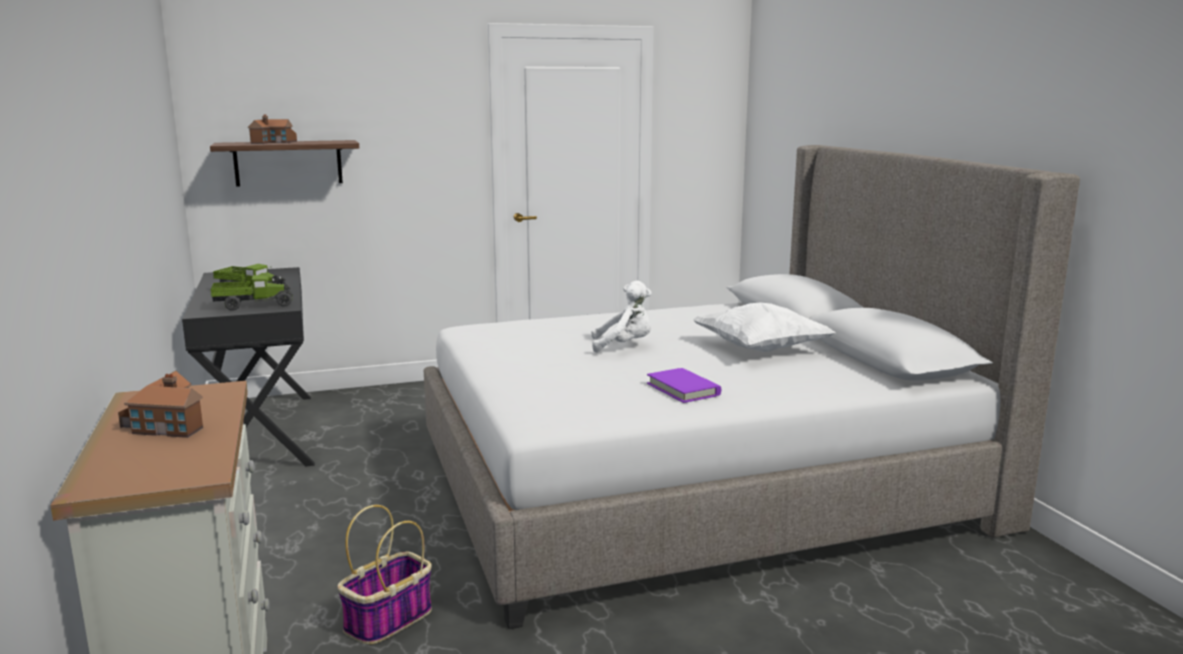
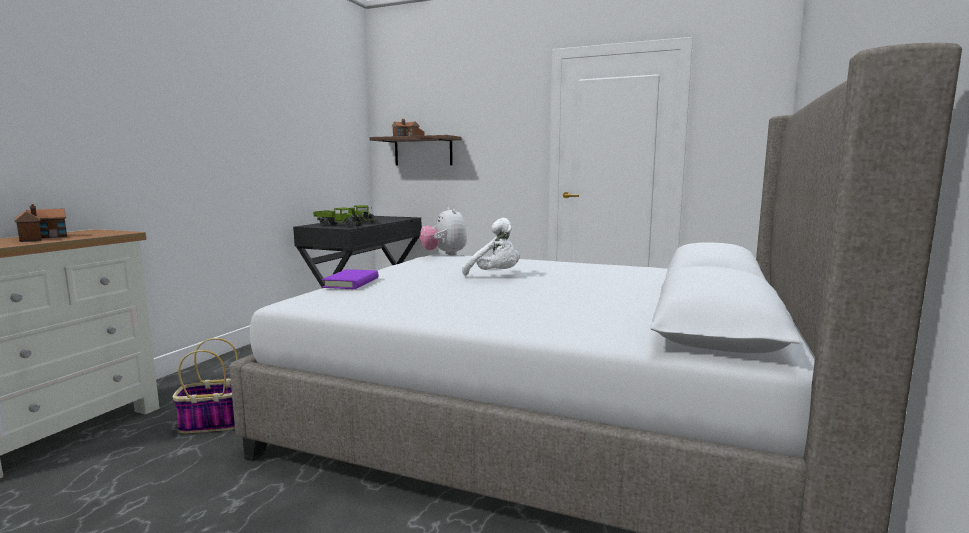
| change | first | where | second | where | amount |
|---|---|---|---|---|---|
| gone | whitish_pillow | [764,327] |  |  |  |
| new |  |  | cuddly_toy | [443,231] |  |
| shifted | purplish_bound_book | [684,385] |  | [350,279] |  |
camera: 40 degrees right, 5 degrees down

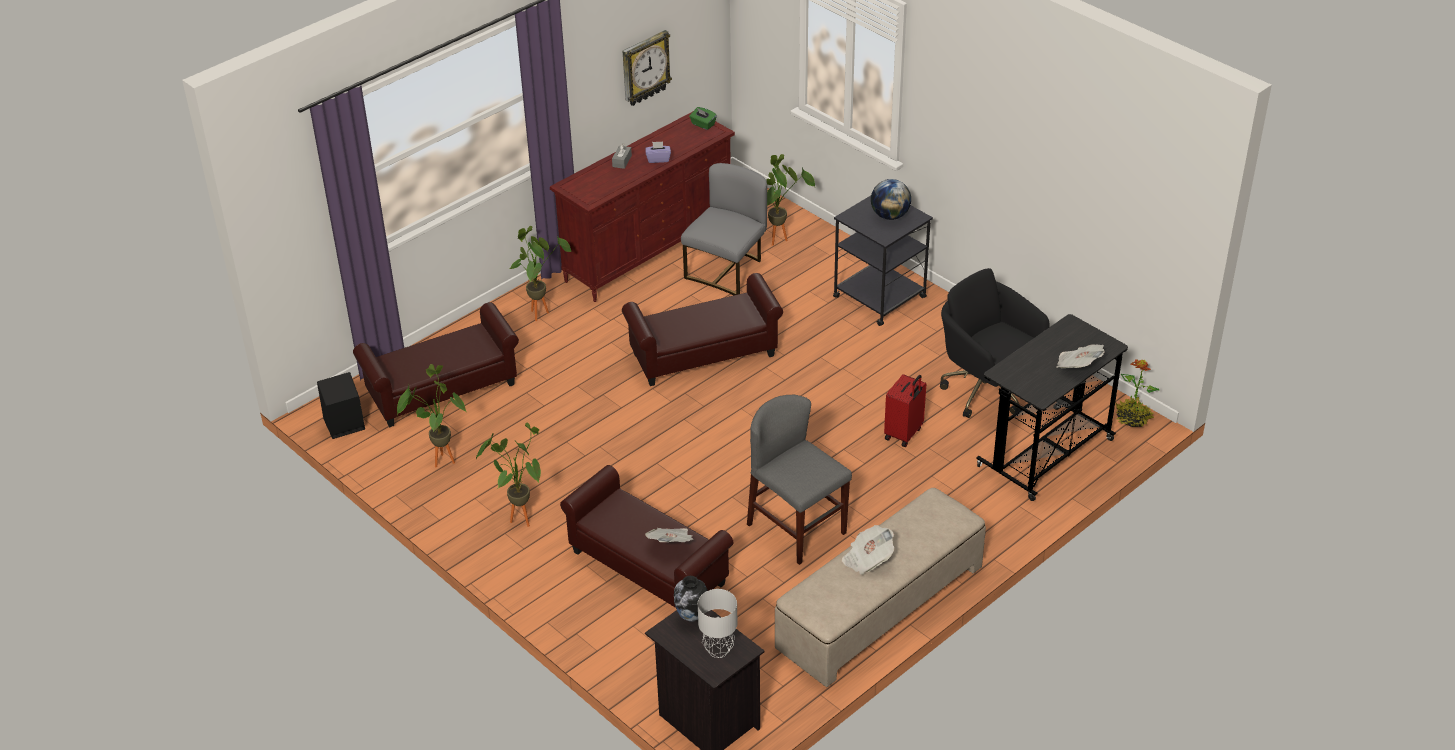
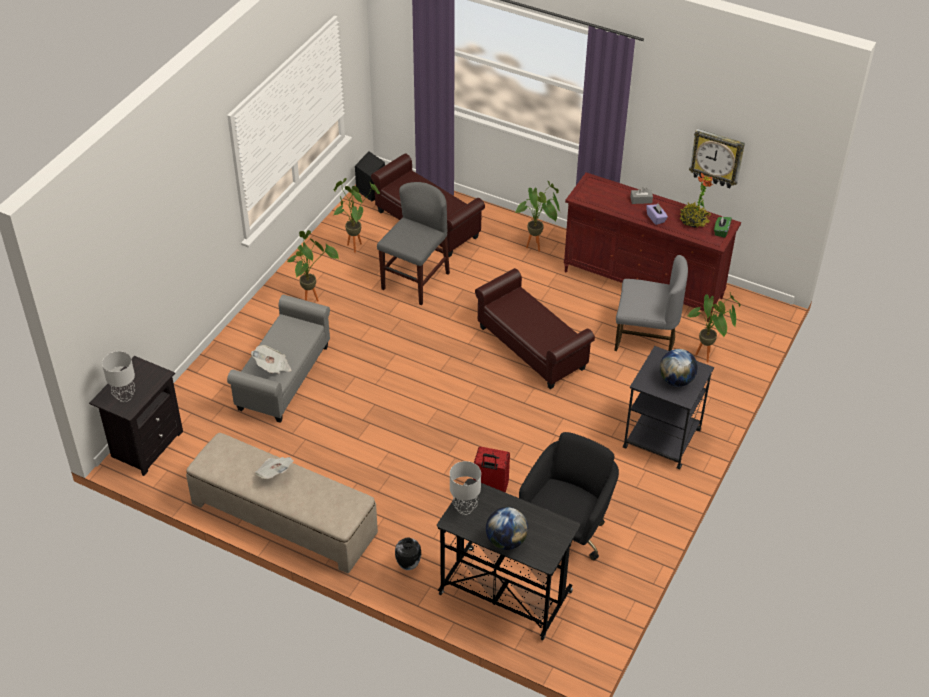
| change | first | where | second | where | amount |
|---|---|---|---|---|---|
| new |  |  | greyish_table_lamp | [465,488] |  |
| shifted | decorative_vase | [691,599] |  | [408,553] |  |
| shifted | greyish_upright_chair | [799,480] |  | [413,243] |  |
| shifted | potted_plant | [1137,393] |  | [696,200] |  |
| swapped | printed_paper | [1080,356] | desk_globe | [507,528] |  |
| repainted | brown_footrest | [646,536] | greyish_footrest | [278,359] |  |
camera: 70 degrees right, 5 degrees up

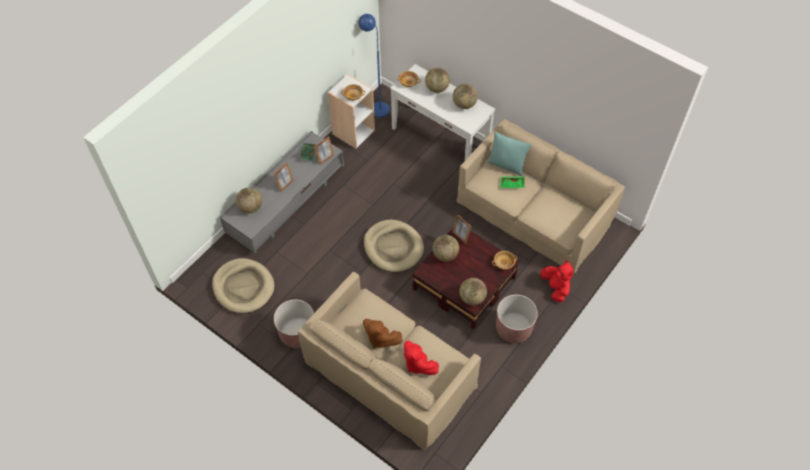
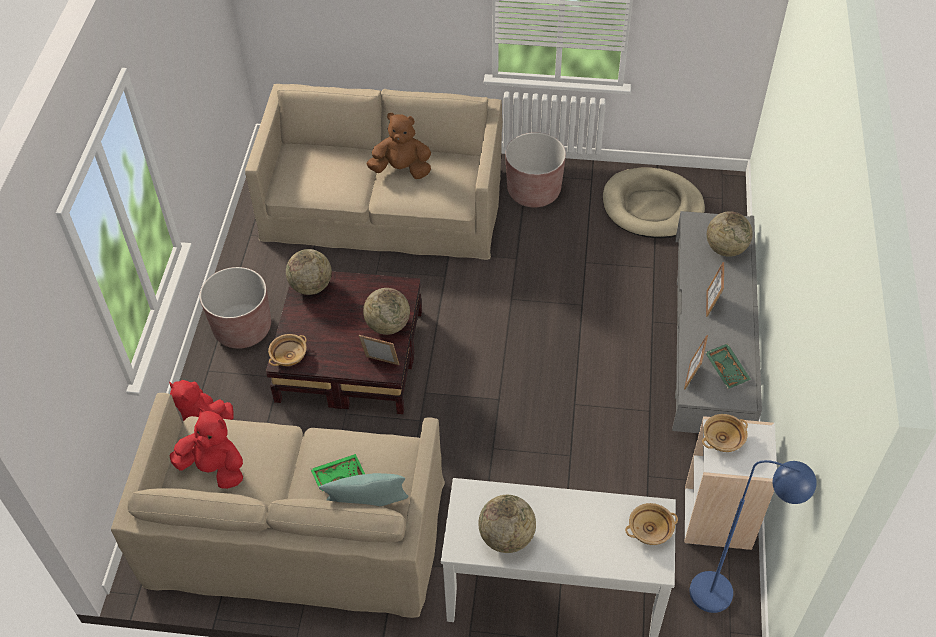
| change | first | where | second | where | amount |
|---|---|---|---|---|---|
| gone | beige_dog_bed | [394,246] |  |  |  |
| gone | desk_globe | [437,80] |  |  |  |
| shifted | red_cuddly_toy | [421,358] |  | [206,448] |  |
camera: 150 degrees right, 5 degrees down

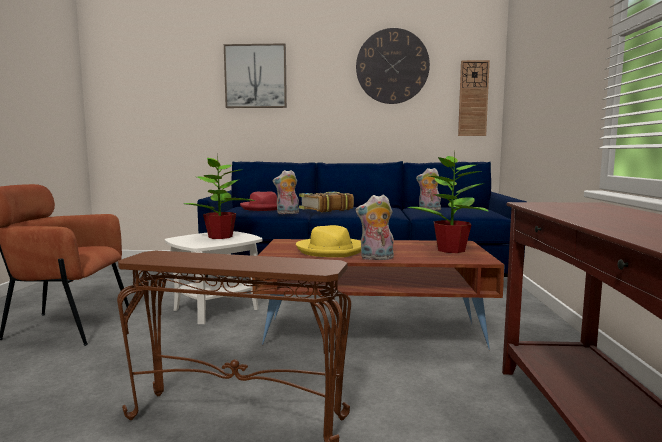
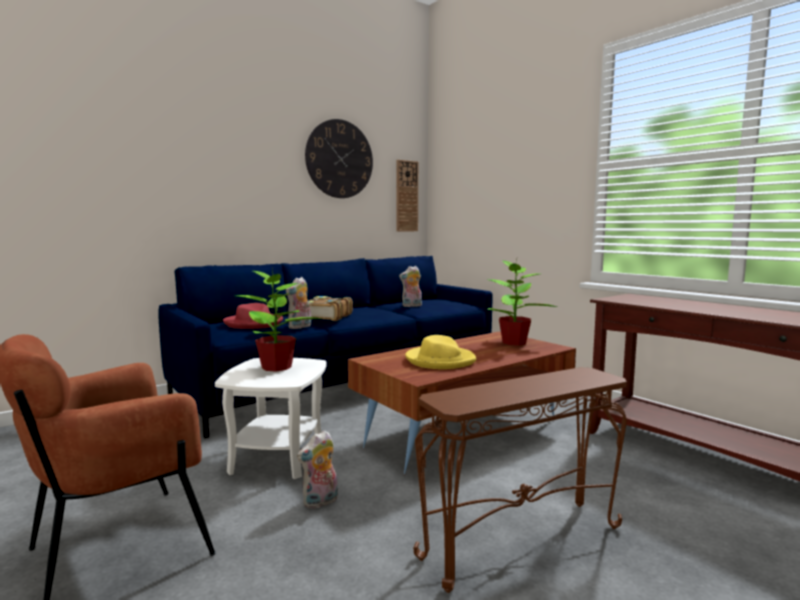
| change | first | where | second | where | amount |
|---|---|---|---|---|---|
| gone | picture | [255,75] |  |  |  |
| shifted | cuddly_toy | [375,227] |  | [317,469] |  |
camera: 40 degrees left, 0 degrees up

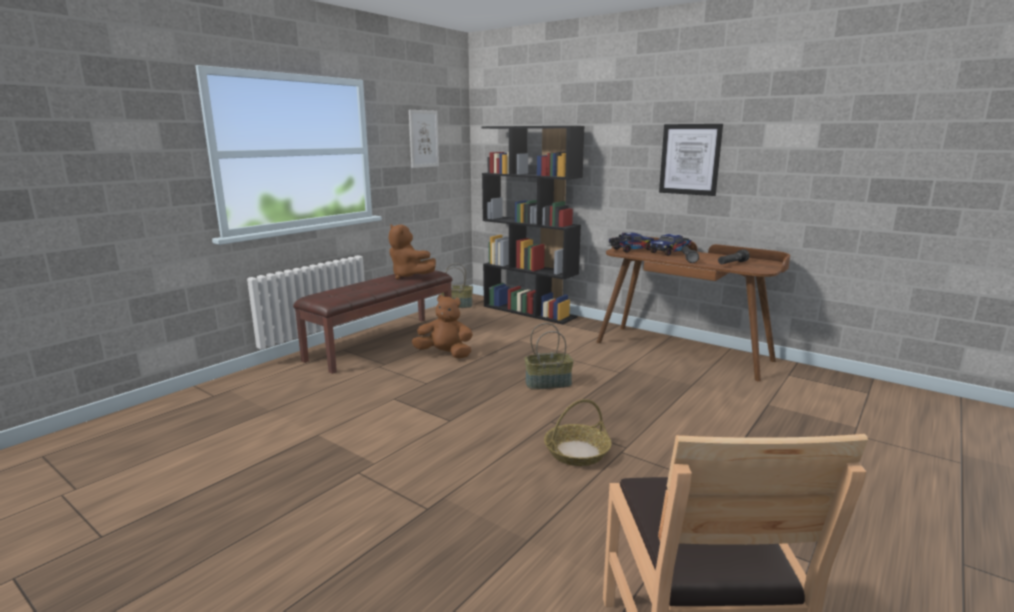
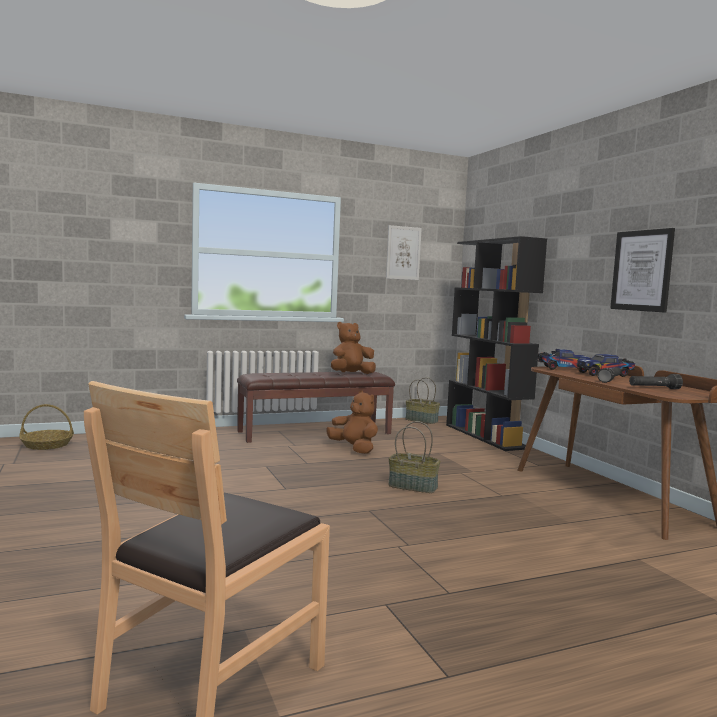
| change | first | where | second | where | amount |
|---|---|---|---|---|---|
| shifted | storage_basket | [578,432] |  | [46,427] |  |
| rotated | brown_cuddly_toy | [412,251] |  | [353,348] | 75 degrees clockwise |
camera: 30 degrees right, 10 degrees down

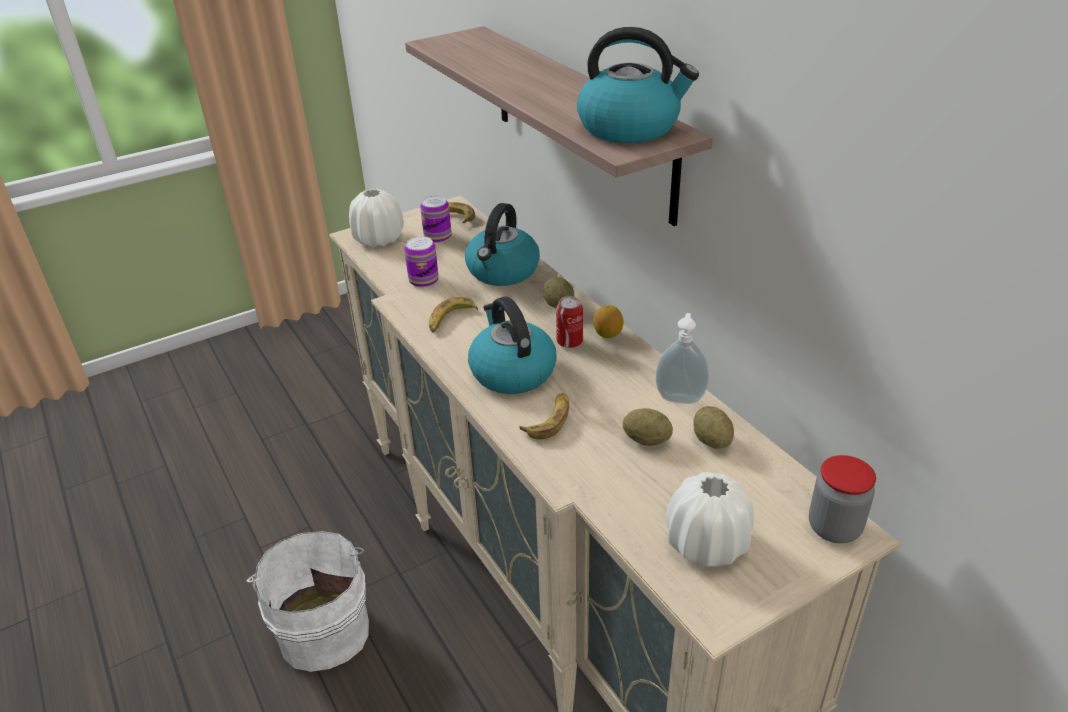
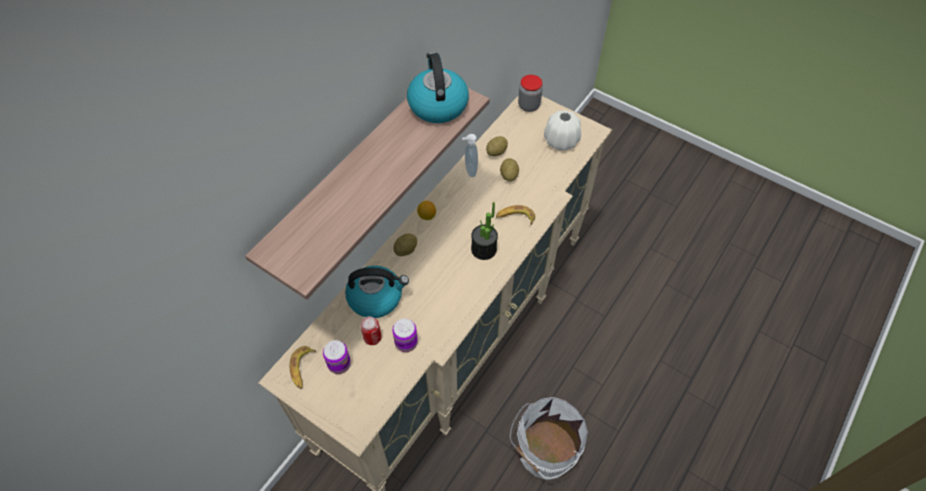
| change | first | where | second | where | amount |
|---|---|---|---|---|---|
| gone | whitish_decorative_vase | [376,218] |  |  |  |
| gone | banana | [453,315] |  |  |  |
| shifted | metal_can | [569,322] |  | [371,330] |  |
| swapped | kettle | [512,345] | potted_plant | [484,231] |  |
camera: 115 degrees left, 20 degrees up

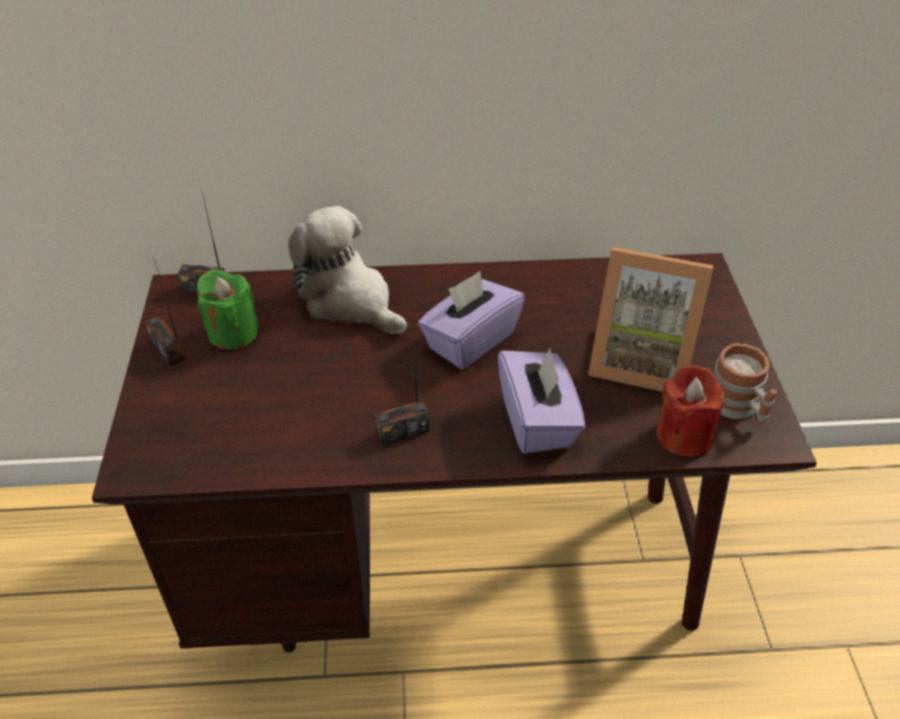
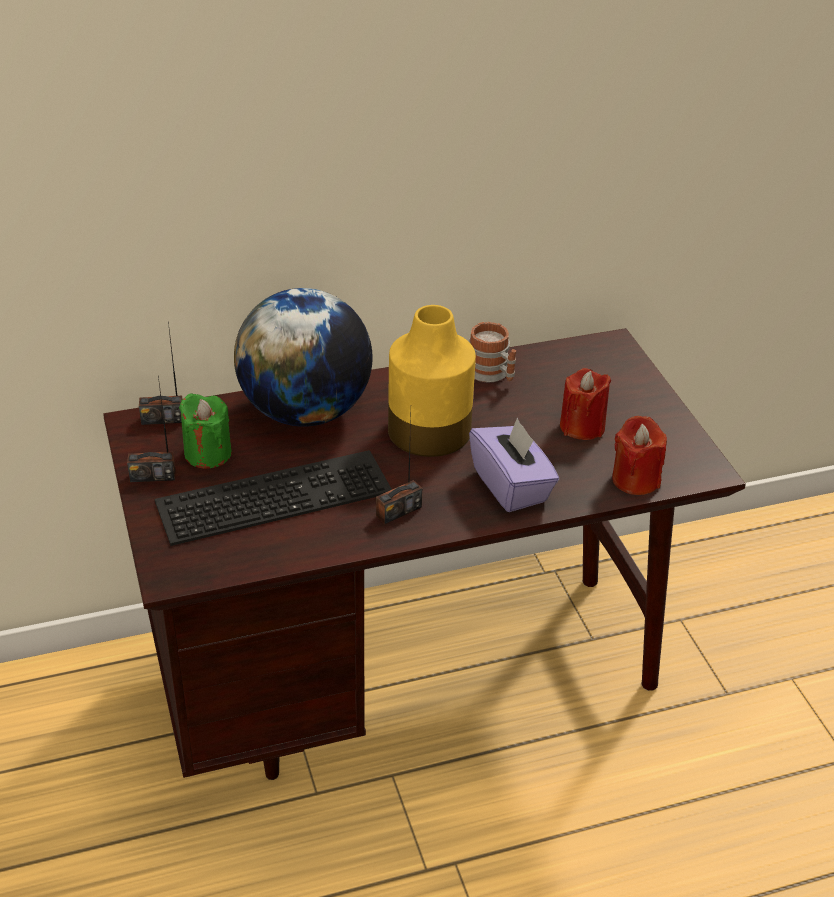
| change | first | where | second | where | amount |
|---|---|---|---|---|---|
| new |  |  | computer_keyboard | [273,498] |  |
| shifted | mug | [745,383] |  | [492,352] |  |
| swapped | cuddly_toy | [347,270] | desk_globe | [303,357] |  |
| swapped | purplish_tissue_box | [471,320] | yellow-coloured_decorative_vase | [432,381] |  |
| swapped | photo_frame | [650,319] | red_candle | [585,404] |  |
| rotated | radio_set | [165,313] |  | [151,429] | 45 degrees counterclockwise |
camera: 15 degrees left, 5 degrees down

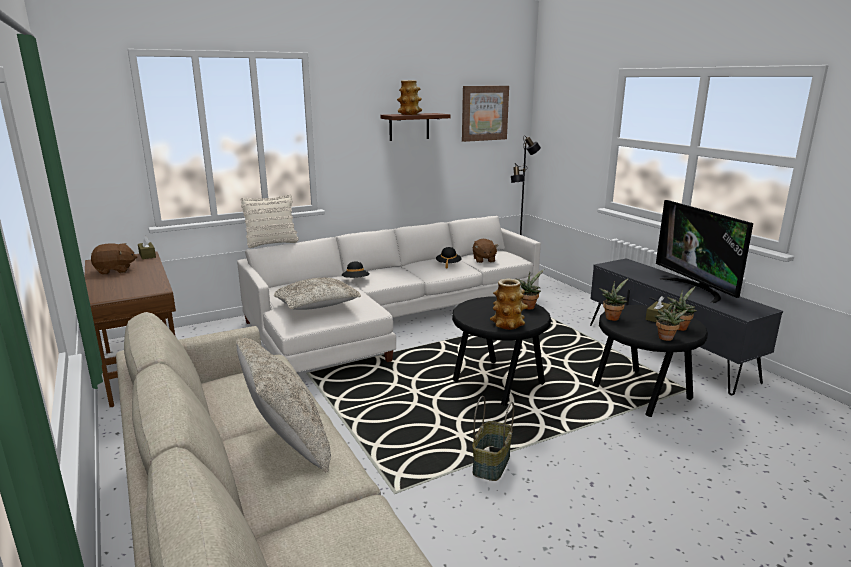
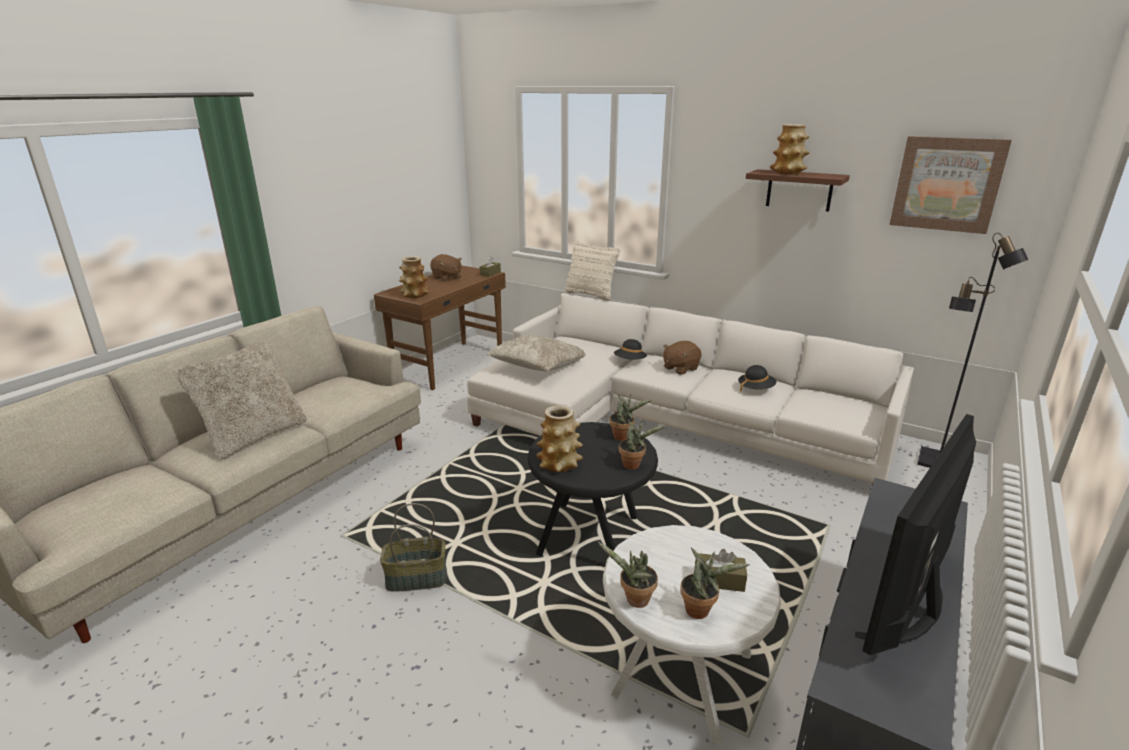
| change | first | where | second | where | amount |
|---|---|---|---|---|---|
| new |  |  | decorative_vase | [414,277] |  |
| shifted | brown_cuddly_toy | [485,251] |  | [682,358] |  |
| shifted | potted_plant | [614,299] |  | [630,417] |  |
| repainted | black-coloured_accent_table | [650,361] | whitish_accent_table | [692,634] |  |
camera: 60 degrees right, 5 degrees up

